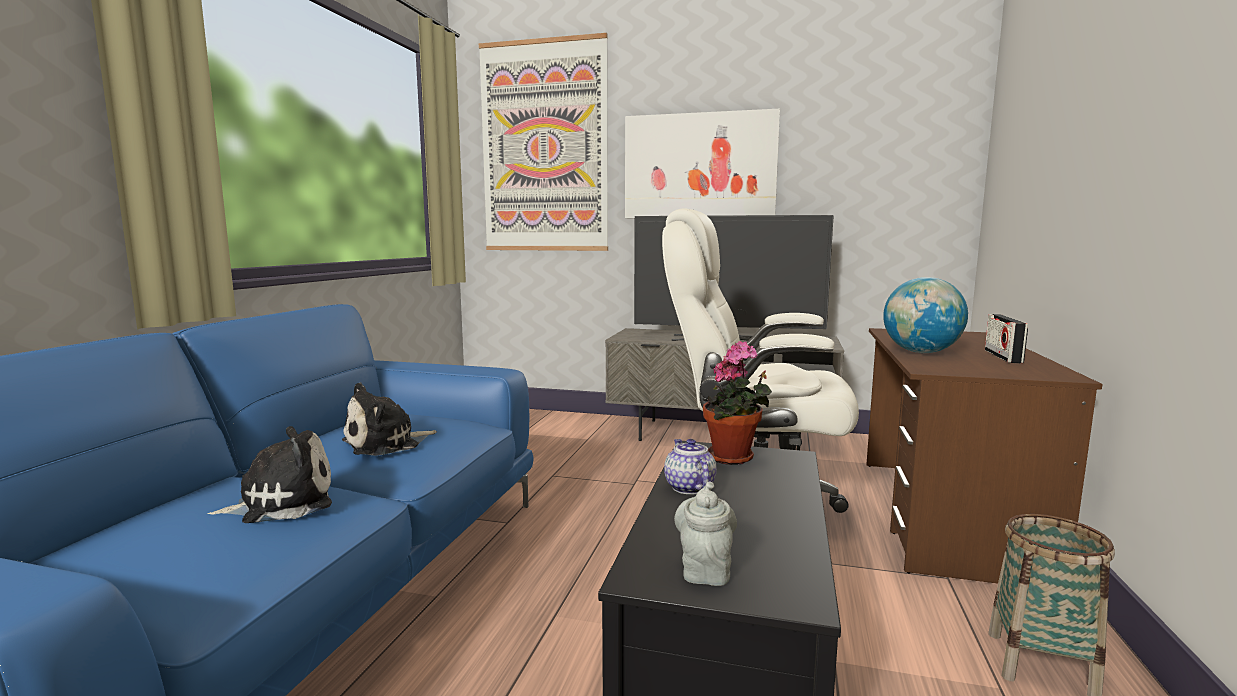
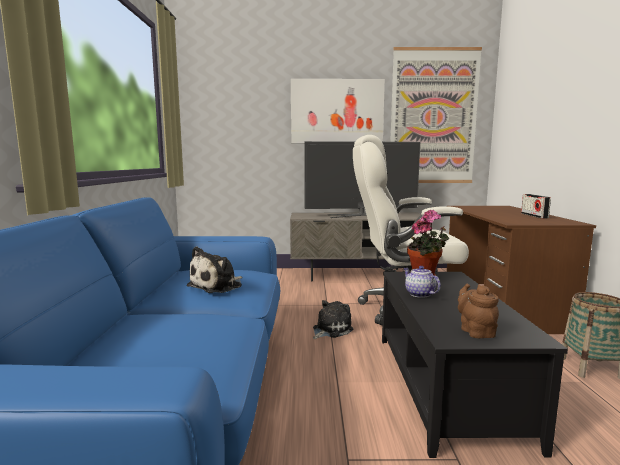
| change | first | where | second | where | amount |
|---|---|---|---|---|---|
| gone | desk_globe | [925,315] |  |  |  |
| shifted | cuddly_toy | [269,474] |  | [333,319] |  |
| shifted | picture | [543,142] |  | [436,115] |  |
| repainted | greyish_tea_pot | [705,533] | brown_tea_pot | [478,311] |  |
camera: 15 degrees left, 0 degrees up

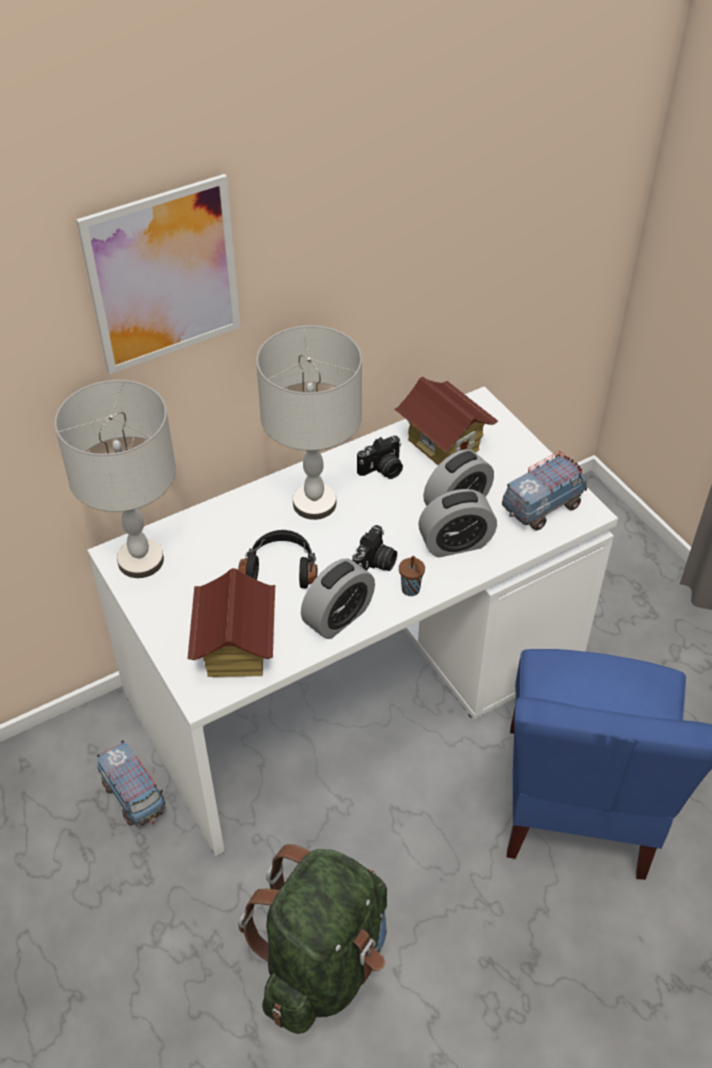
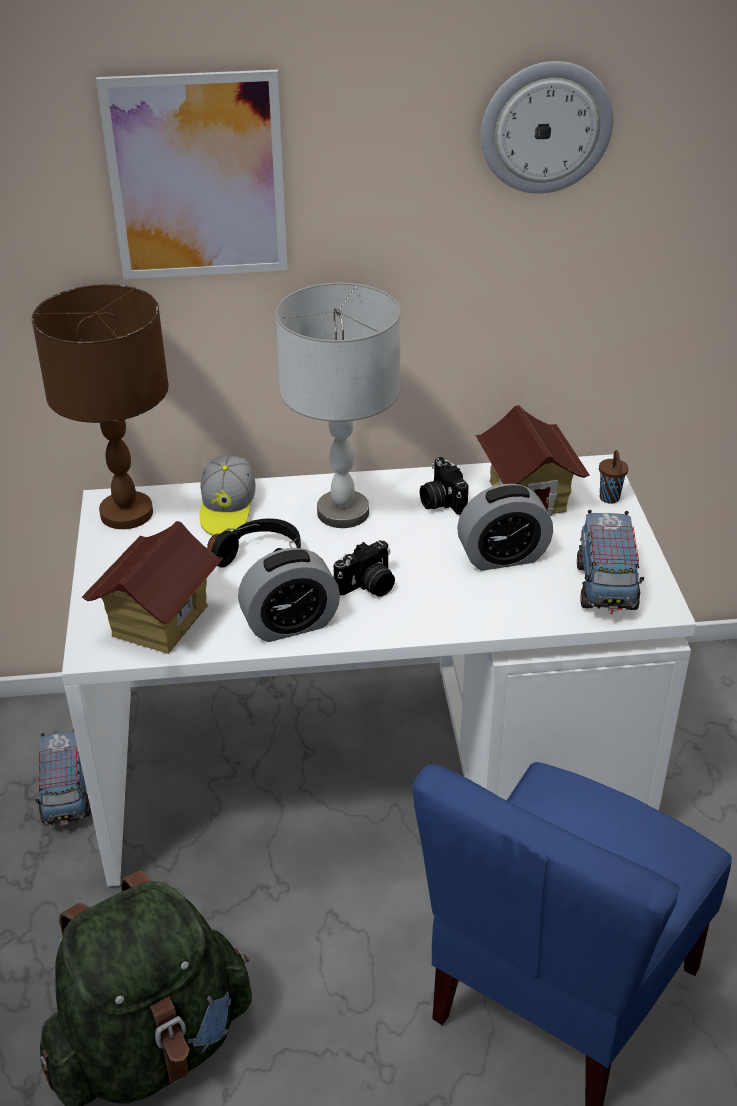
| change | first | where | second | where | amount |
|---|---|---|---|---|---|
| gone | table_clock | [457,523] |  |  |  |
| new |  |  | baseball_cap | [227,495] |  |
| new |  |  | wall_clock | [547,127] |  |
| shifted | brown_drinking_cup | [412,576] |  | [614,477] |  |
| repainted | greyish_table_lamp | [115,479] | brown_table_lamp | [100,406] |  |
| rotated | photo_camera | [380,457] |  | [444,486] | 75 degrees clockwise |
| rotated | toy_truck | [544,490] |  | [610,562] | 105 degrees clockwise |
camera: 25 degrees right, 10 degrees down

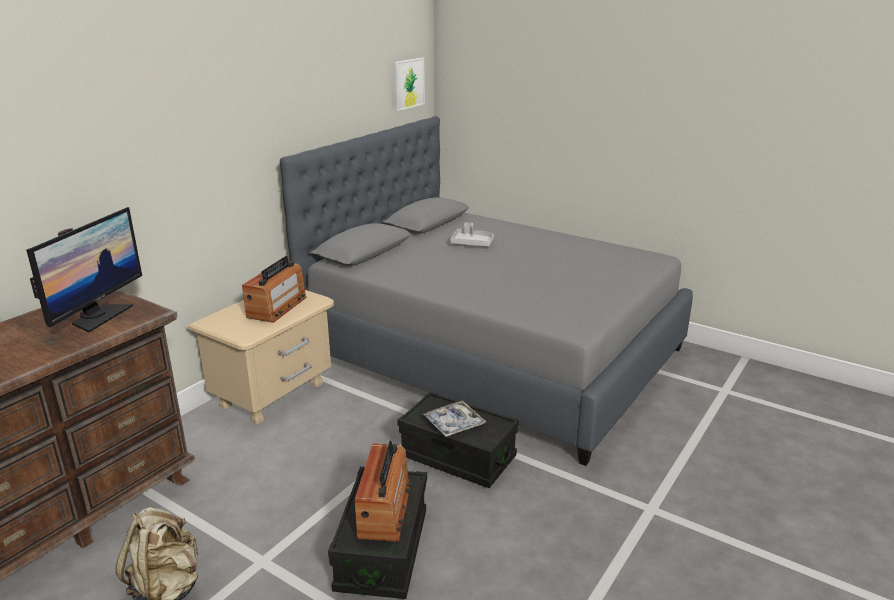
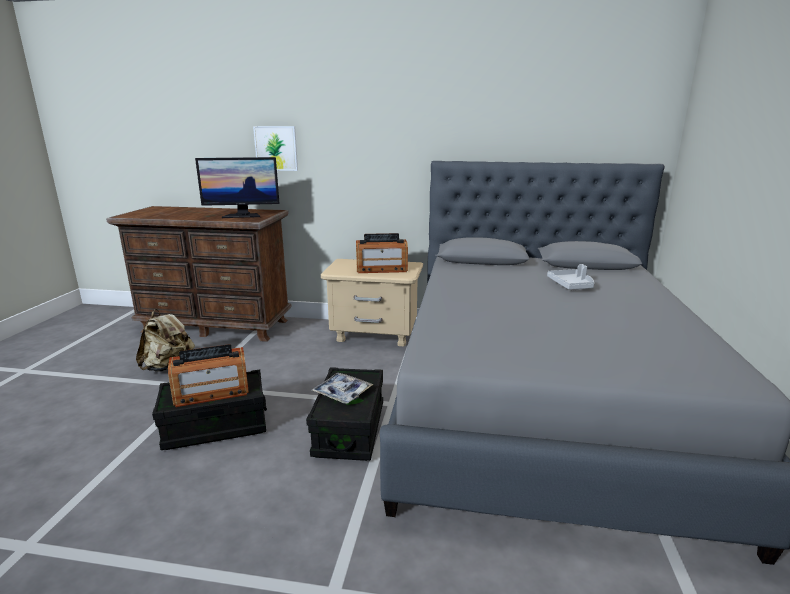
| change | first | where | second | where | amount |
|---|---|---|---|---|---|
| shifted | picture | [409,84] |  | [275,148] |  |
camera: 65 degrees right, 5 degrees down

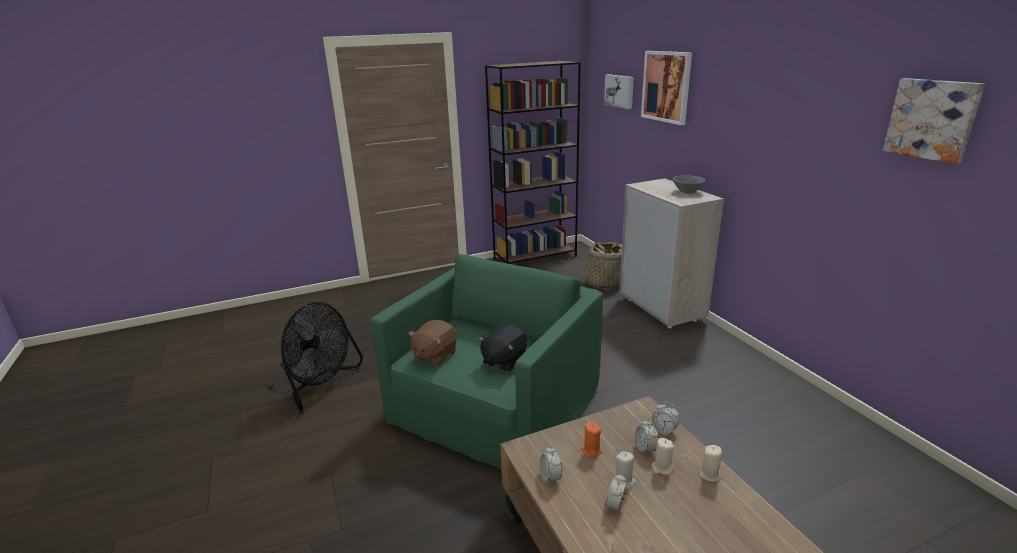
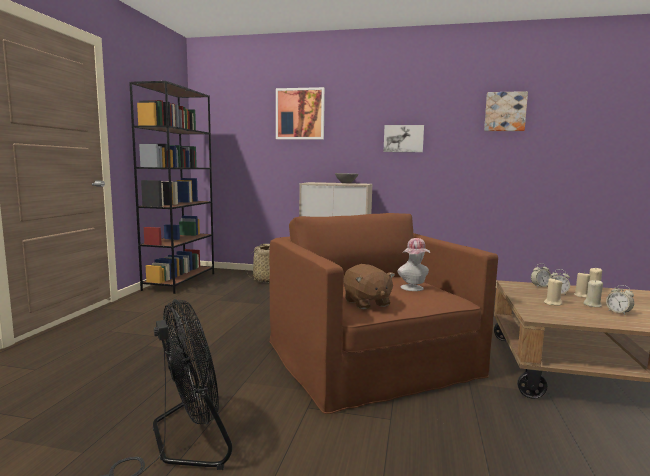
| change | first | where | second | where | amount |
|---|---|---|---|---|---|
| gone | table_clock | [551,465] |  |  |  |
| shifted | picture | [619,91] |  | [404,138] |  |
| swapped | black-coloured_cuddly_toy | [503,348] | hat | [413,264] |  |
| repainted | green_armchair | [486,362] | brown_armchair | [383,313] |  |
| repainted | orangey_candle | [591,440] | beige_candle | [553,292] |  |
camera: 55 degrees left, 15 degrees down

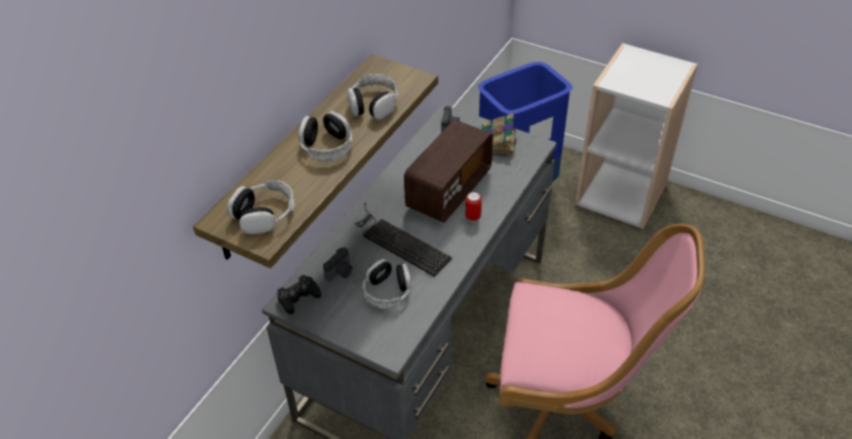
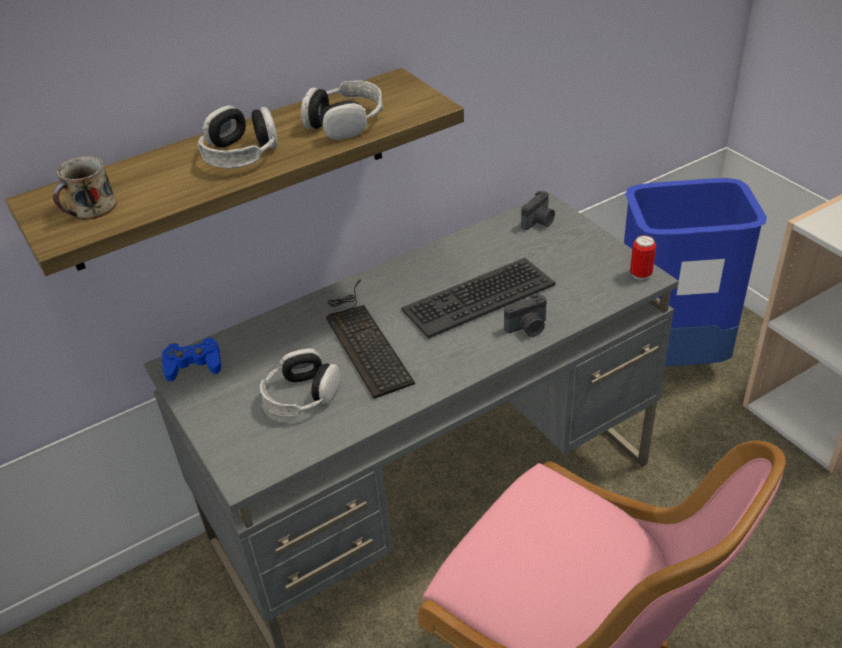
| change | first | where | second | where | amount |
|---|---|---|---|---|---|
| gone | bound_book | [499,135] |  |  |  |
| shifted | photo_camera | [338,264] |  | [525,315] |  |
| shifted | metal_can | [473,207] |  | [643,257] |  |
| swapped | pair_of_headphones | [261,207] | mug | [85,188] |  |
| swapped | radio_set | [448,171] | computer_keyboard | [478,298] |  |
| repainted | black-coloured_joypad | [299,294] | blue_joypad | [191,359] |  |
camera: 30 degrees right, 5 degrees down

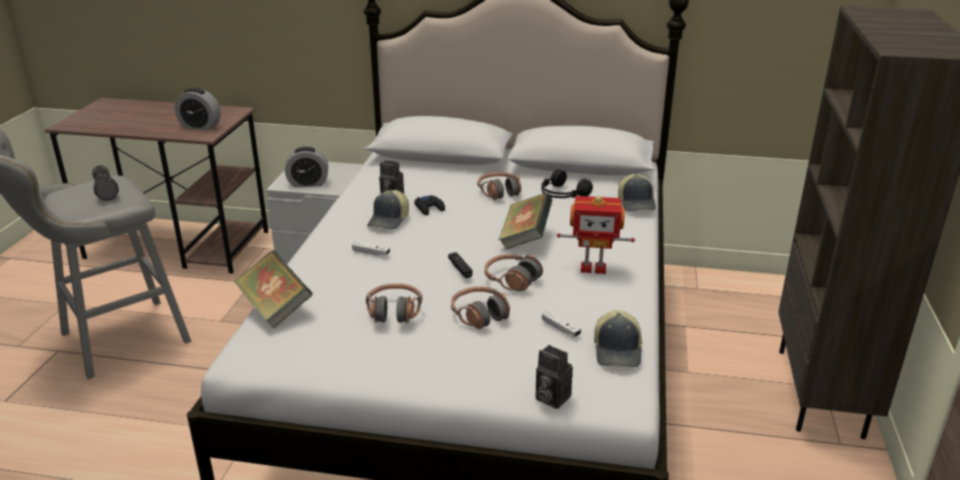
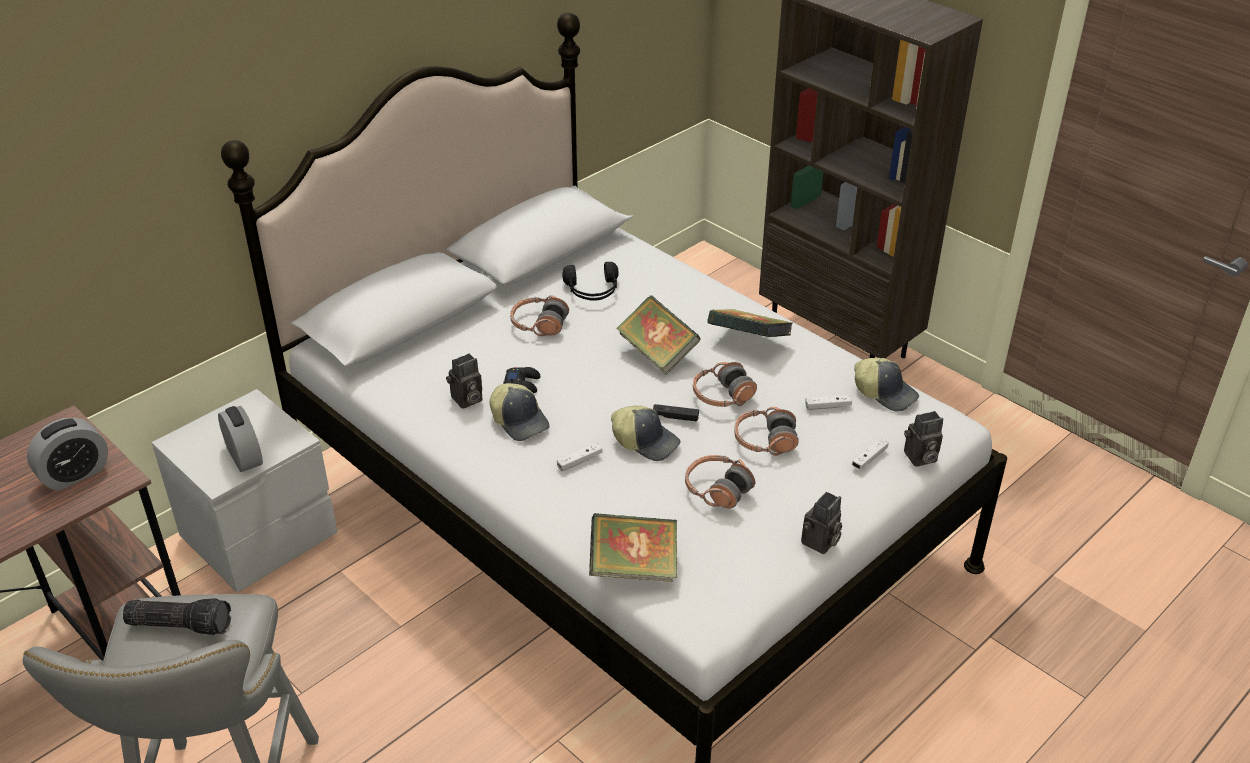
| change | first | where | second | where | amount |
|---|---|---|---|---|---|
| new |  |  | photo_camera | [821,523] |  |
| new |  |  | whitish_joypad | [870,454] |  |
| shifted | baseball_cap | [637,193] |  | [645,433] |  |
| swapped | robot_figure | [596,235] | bound_book | [749,323] |  |
| rotated | table_clock | [306,167] |  | [240,439] | 60 degrees counterclockwise |
camera: 55 degrees left, 10 degrees up

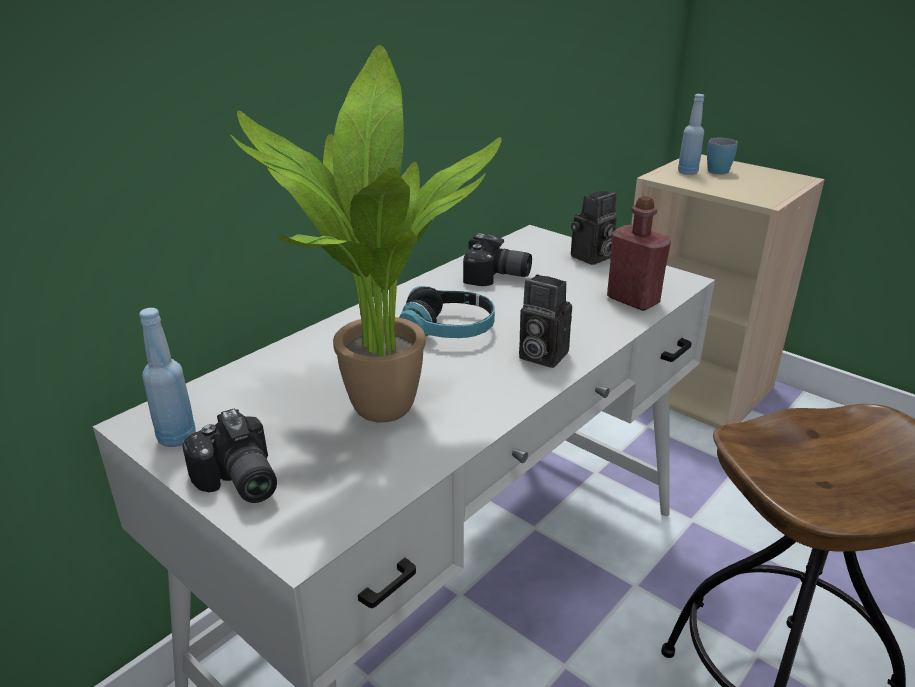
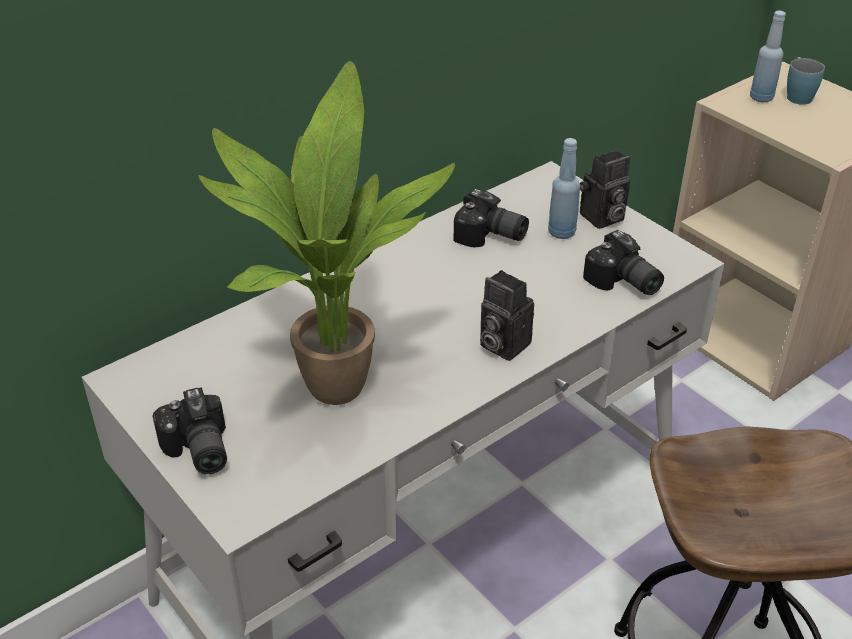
| change | first | where | second | where | amount |
|---|---|---|---|---|---|
| gone | pair_of_headphones | [447,312] |  |  |  |
| shifted | blue_drink_bottle | [167,377] |  | [564,188] |  |
| swapped | red_drink_bottle | [639,253] | photo_camera | [623,262] |  |
camera: 10 degrees right, 10 degrees up

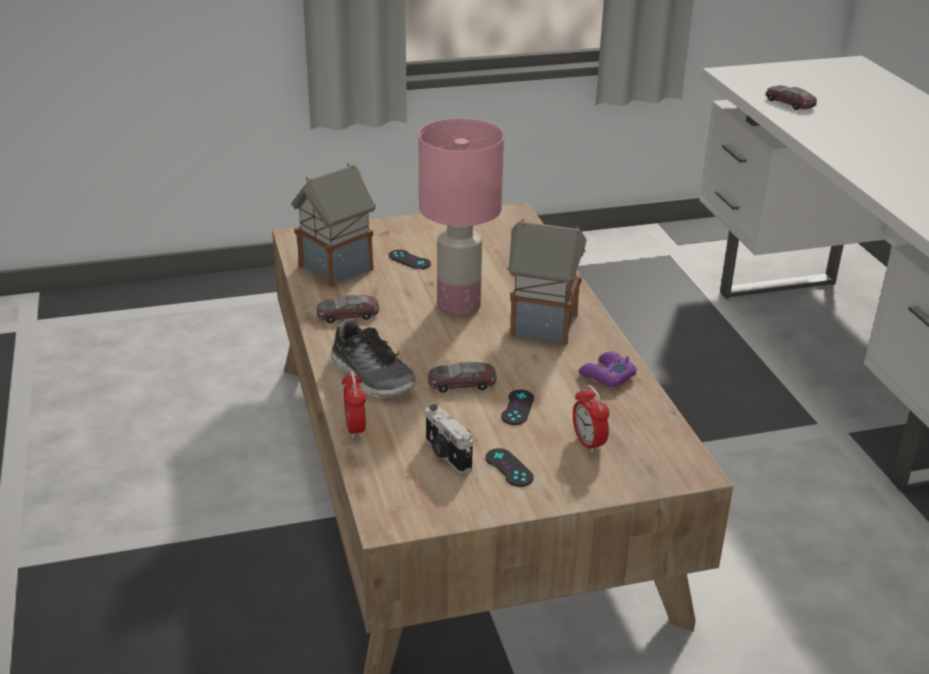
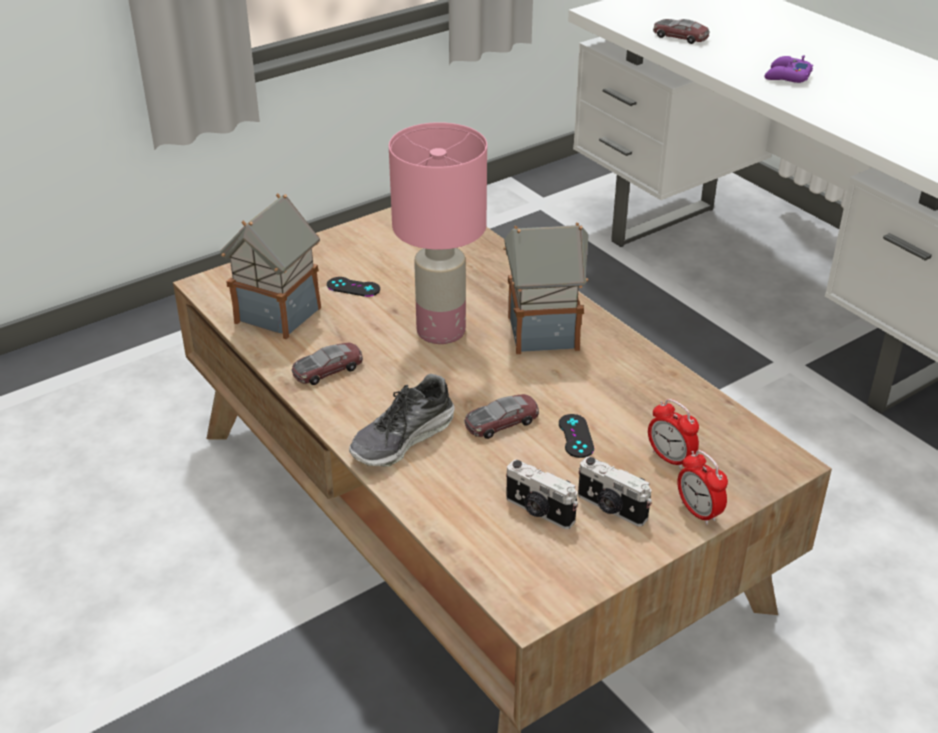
| change | first | where | second | where | amount |
|---|---|---|---|---|---|
| shifted | table_clock | [354,404] |  | [702,487] |  |
| shifted | purplish_joypad | [608,369] |  | [788,69] |  |
| swapped | black-coloured_joypad | [510,467] | photo_camera | [615,491] |  |
| rotated | shoe | [373,358] |  | [401,420] | 105 degrees clockwise |
camera: 20 degrees left, 5 degrees up

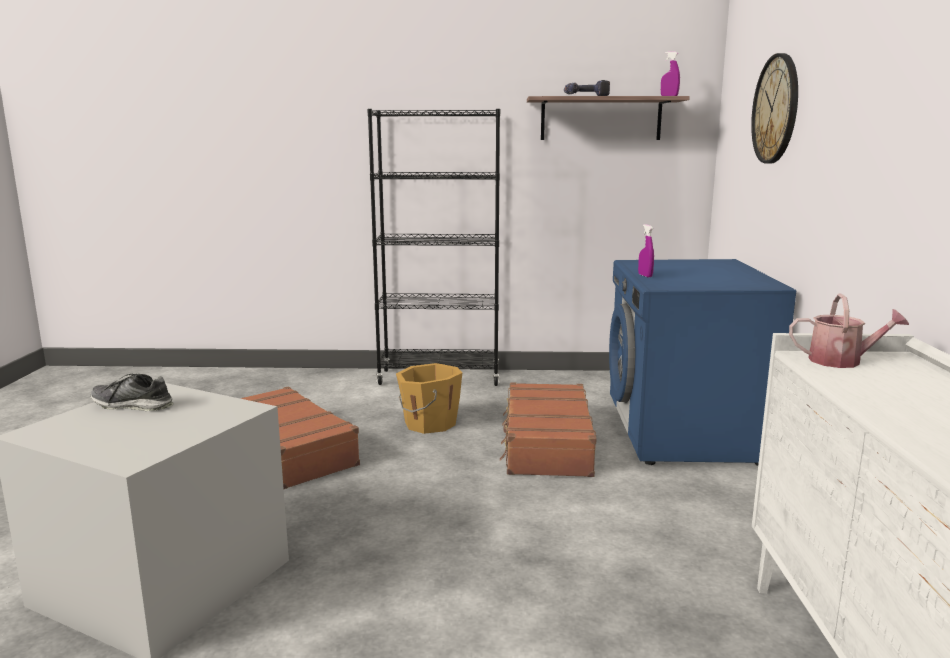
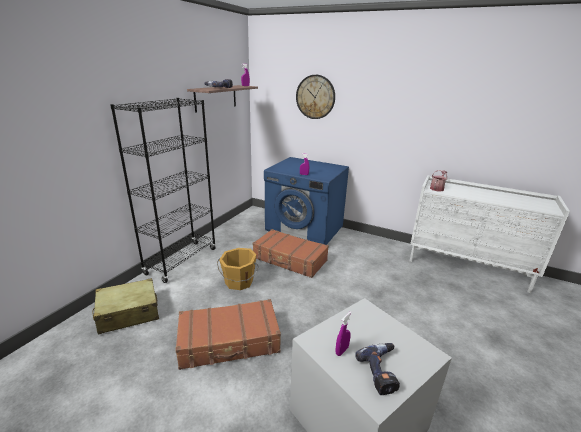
| change | first | where | second | where | amount |
|---|---|---|---|---|---|
| new |  |  | beige_suitcase | [125,306] |  |
| new |  |  | power_drill | [378,369] |  |
| swapped | shoe | [132,392] | purplish_hand_sprayer | [343,333] |  |
camera: 65 degrees left, 10 degrees up

